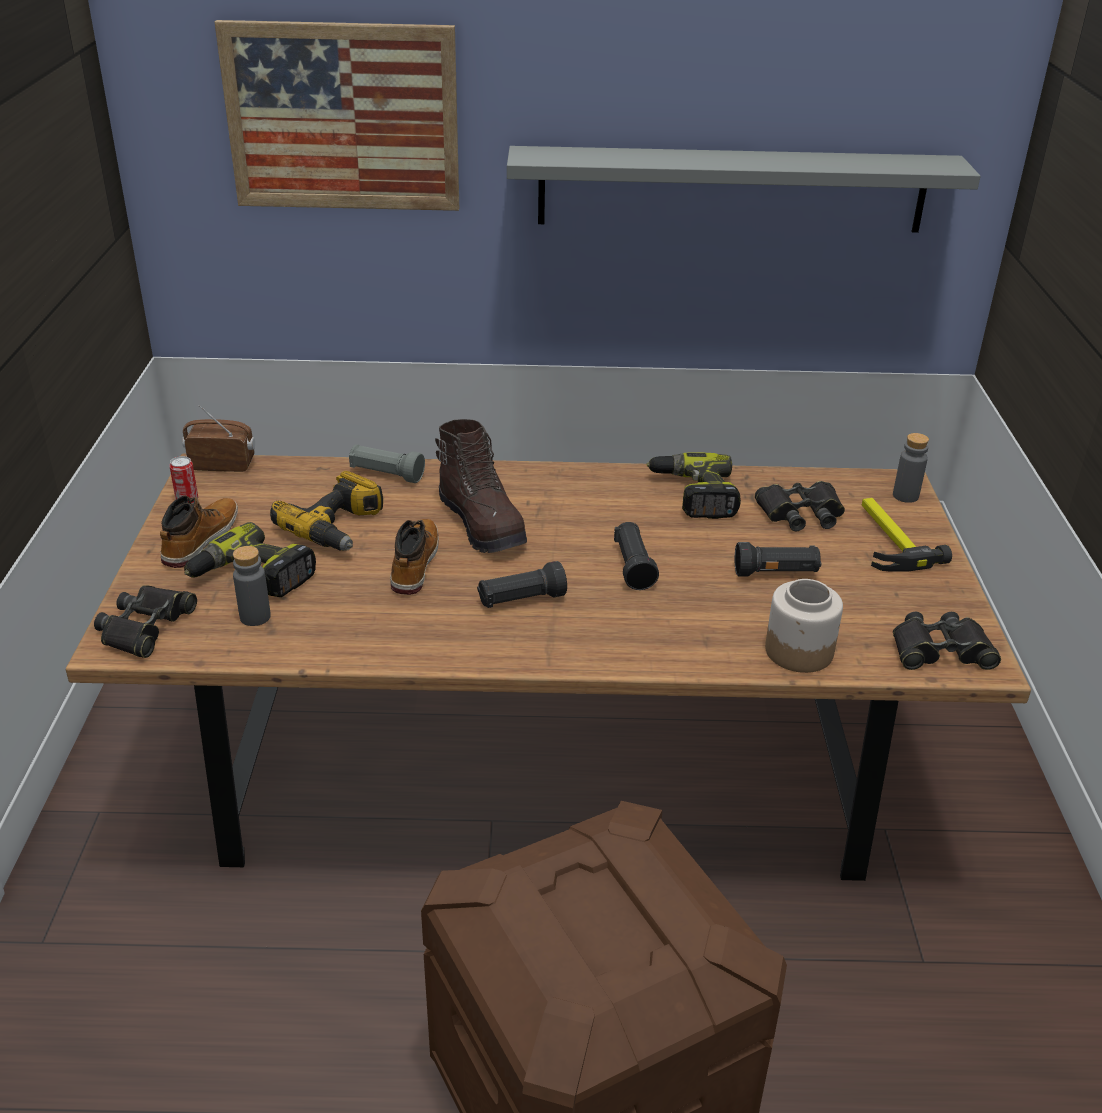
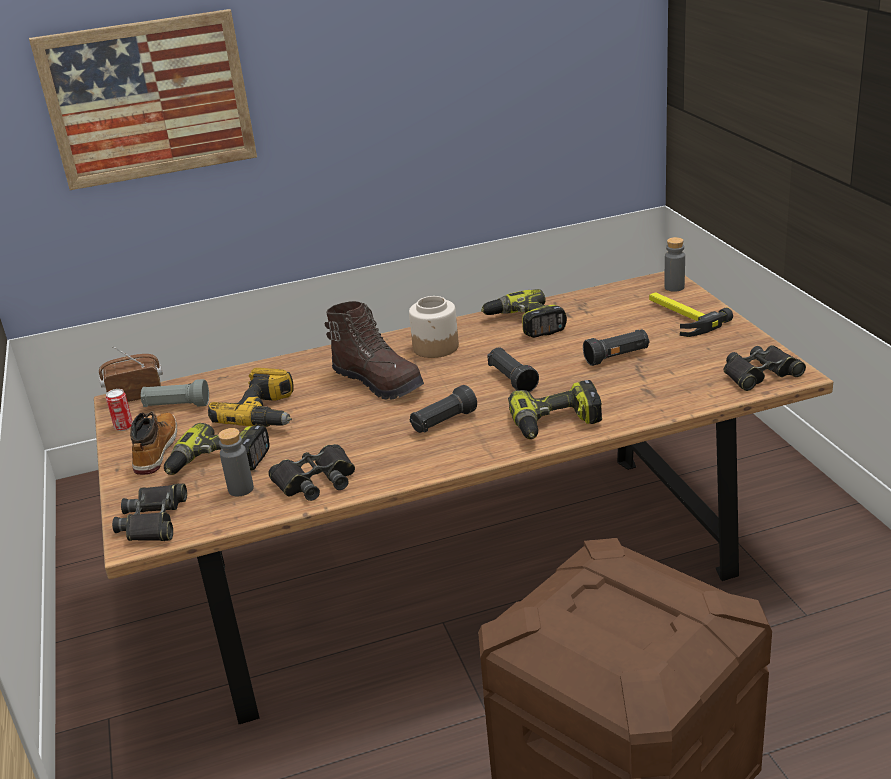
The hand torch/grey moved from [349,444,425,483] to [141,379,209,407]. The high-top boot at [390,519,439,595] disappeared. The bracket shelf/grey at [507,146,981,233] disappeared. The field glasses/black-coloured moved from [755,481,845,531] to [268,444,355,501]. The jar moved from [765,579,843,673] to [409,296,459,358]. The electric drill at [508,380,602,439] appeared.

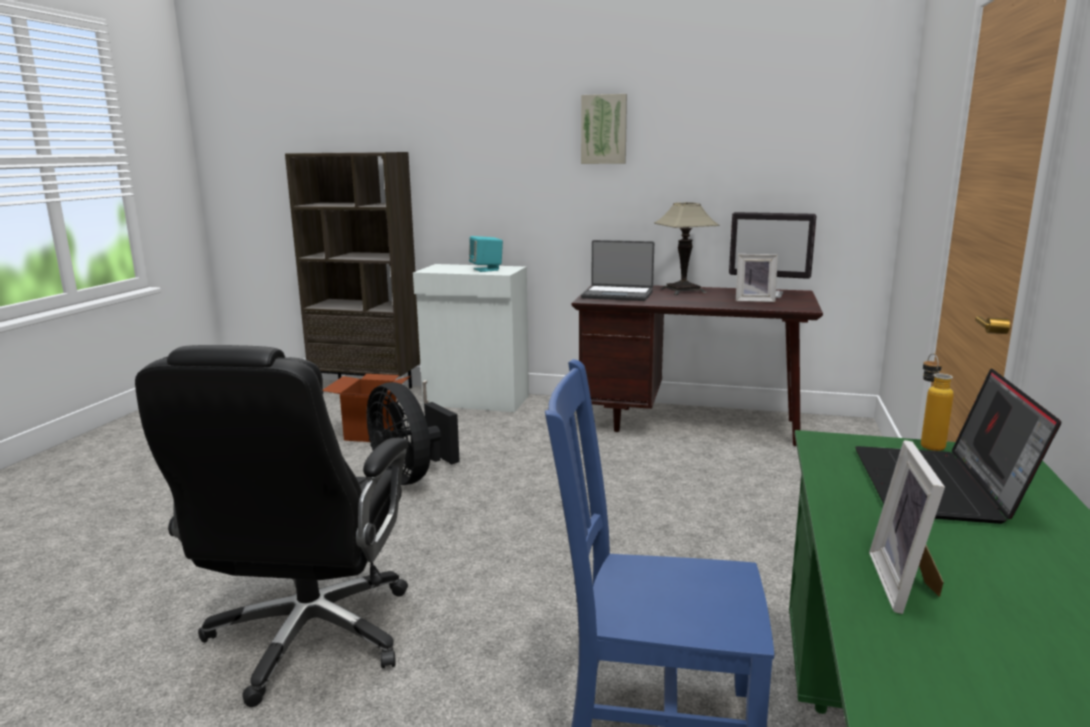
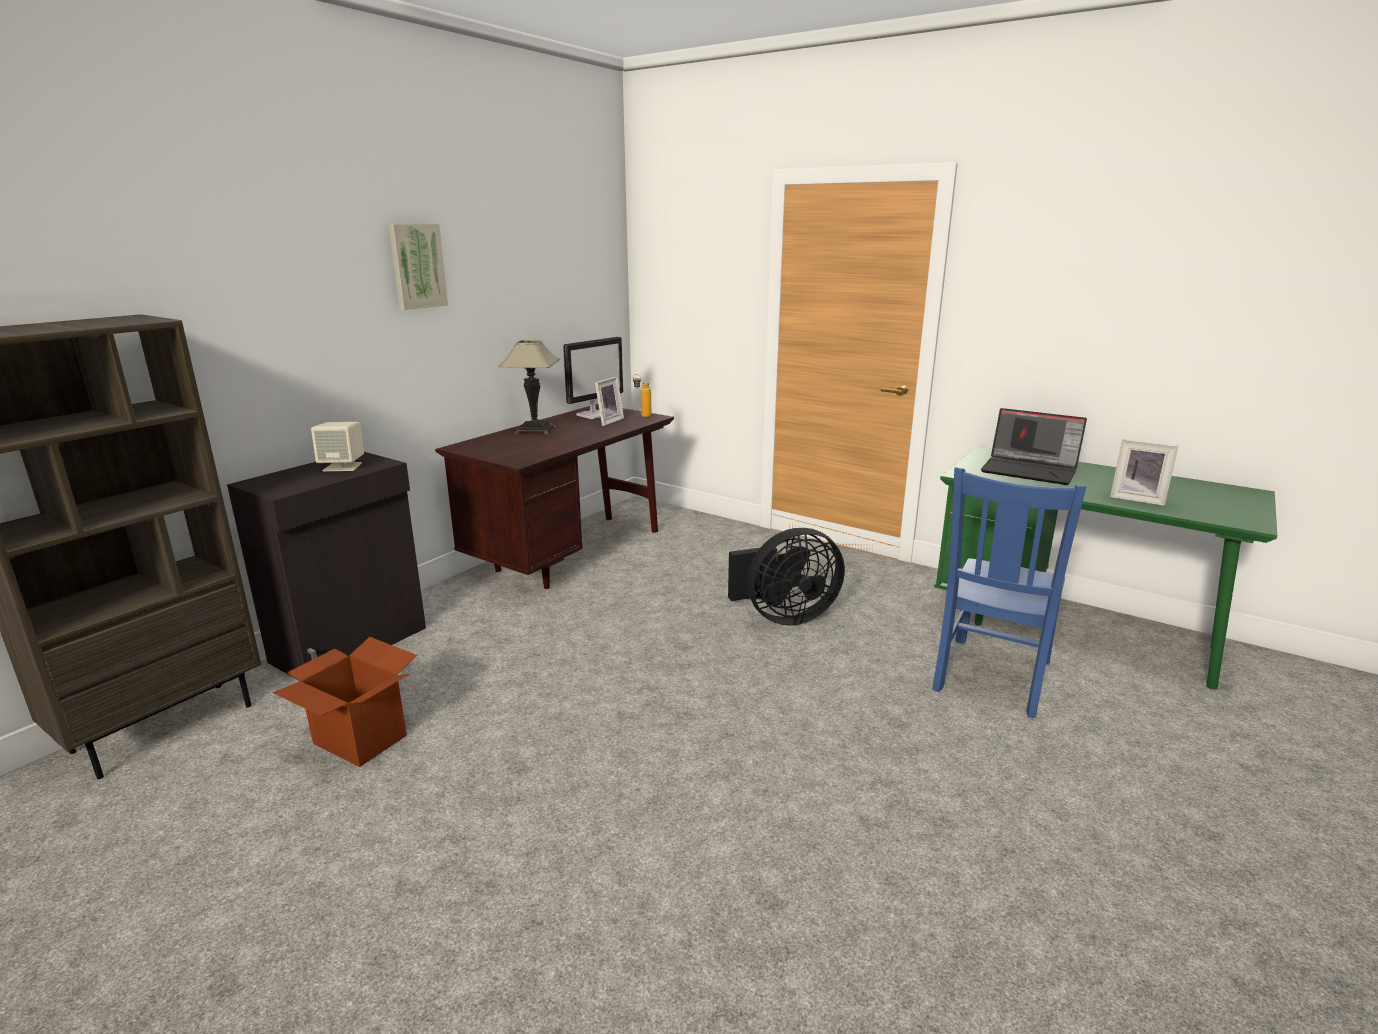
The desk chair/black-coloured at [135,345,409,707] disappeared. The electric fan/black-coloured moved from [366,382,460,485] to [728,528,845,625]. The storage cabinet/white-coloured at [413,264,529,412] became the storage cabinet/black-coloured at [227,452,426,681]. The speaker/blue-green at [469,236,503,272] became the speaker/beige at [311,422,364,471]. The notebook computer at [581,240,654,301] disappeared. The beverage bottle moved from [921,353,954,451] to [633,374,652,417].

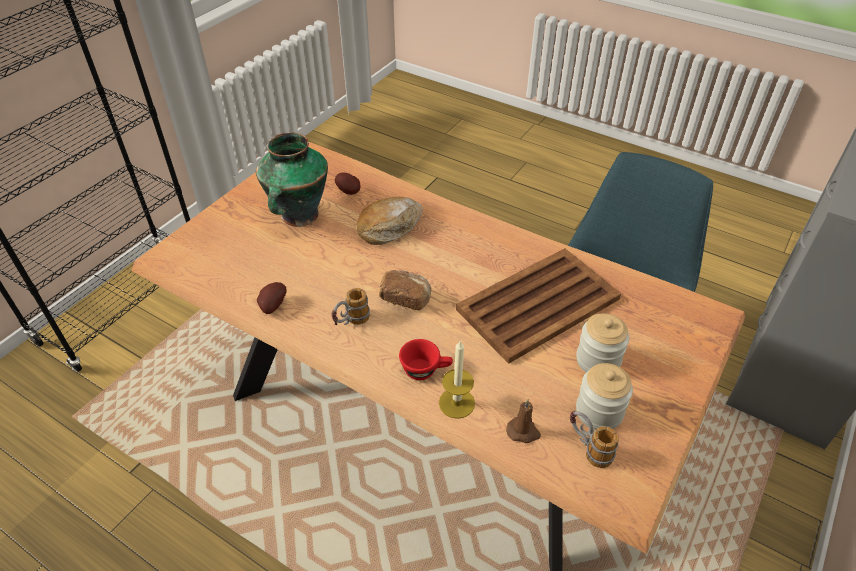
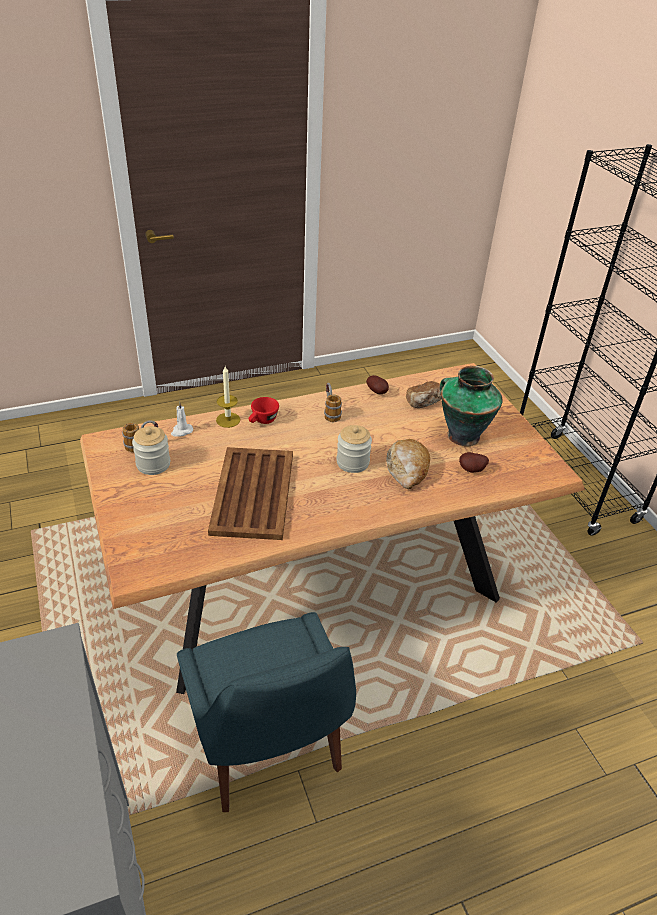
The baked bread moved from [379,270,431,310] to [406,381,441,408]. The wax candle/brownish at [506,399,541,443] became the wax candle/white-coloured at [171,401,193,437]. The jar moved from [576,313,629,372] to [337,425,372,473].

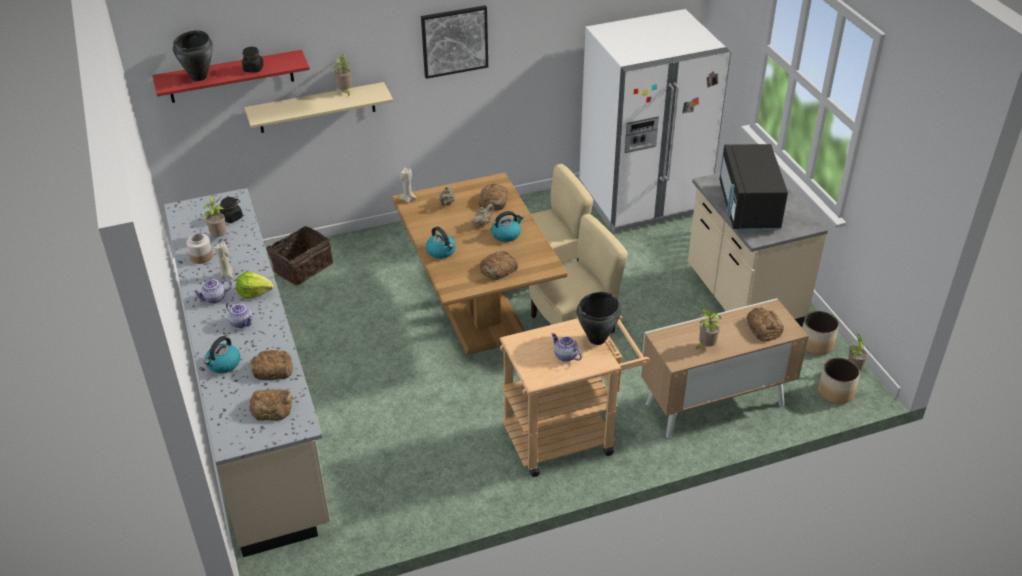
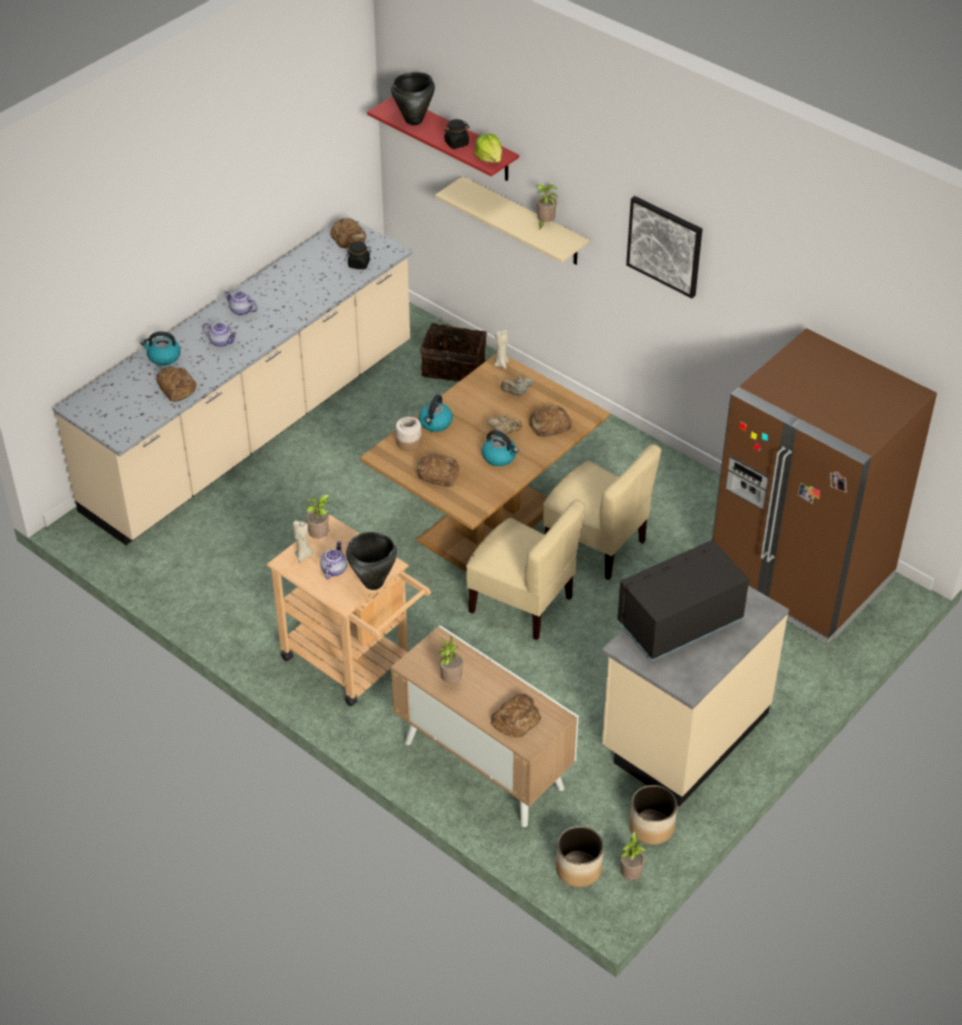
The jar moved from [186,233,213,264] to [396,417,422,451]. The houseplant moved from [203,196,226,237] to [306,494,330,539]. The wax candle/beige moved from [214,242,233,279] to [293,521,313,563]. The teapot at [226,302,252,328] turned 75 degrees counterclockwise. The head of lettuce moved from [236,272,274,299] to [474,134,502,163]. The baked bread moved from [249,389,293,421] to [330,218,366,249]. The fridge/white-coloured at [579,9,731,233] became the fridge/brownish at [712,328,937,644].

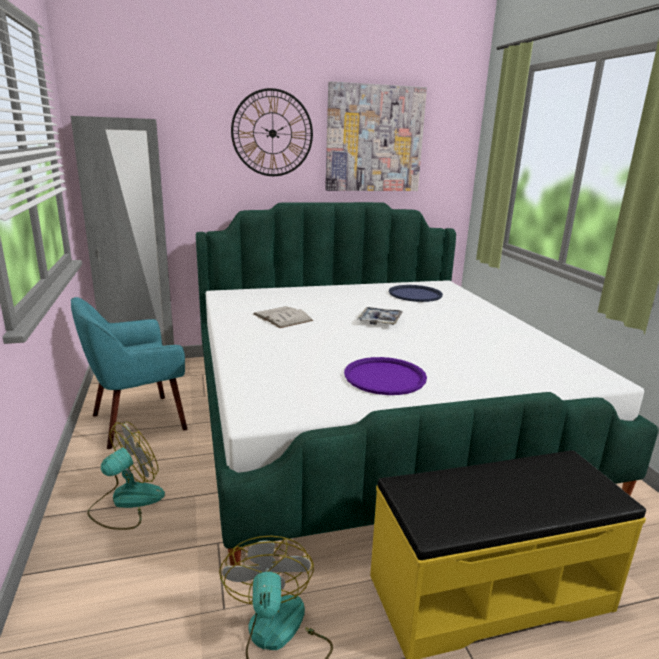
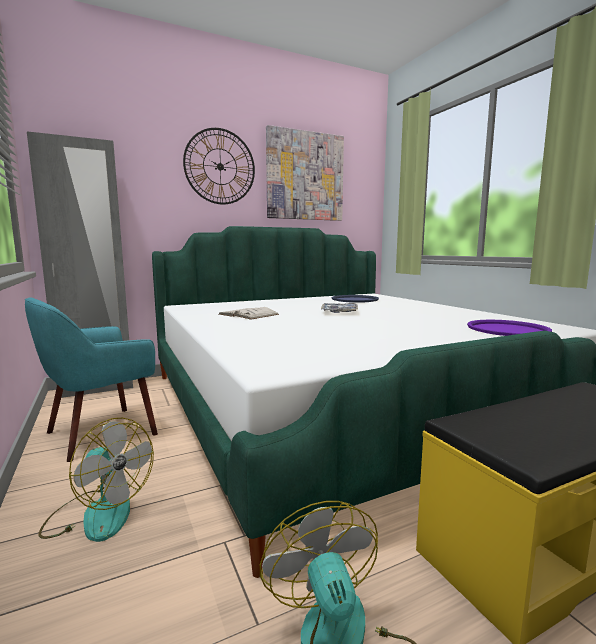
The electric fan at [87,421,165,530] turned 90 degrees clockwise. The tray/purplish moved from [344,357,427,395] to [467,320,552,336].

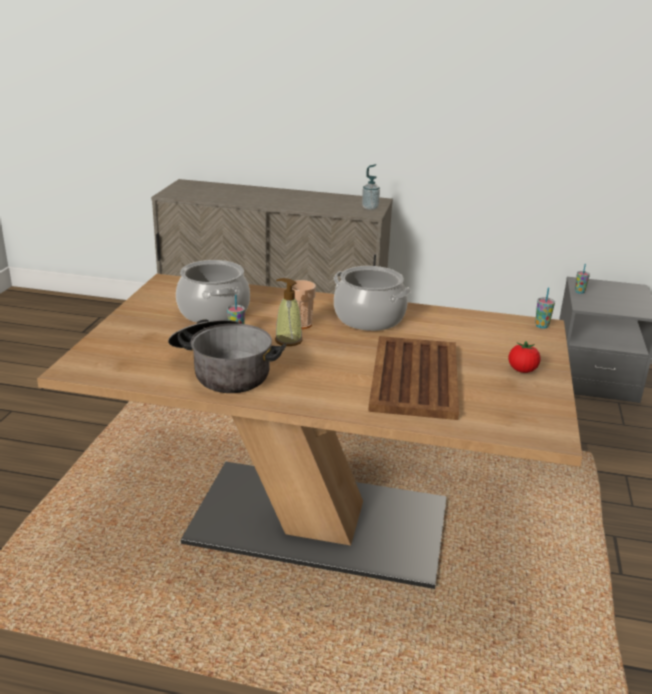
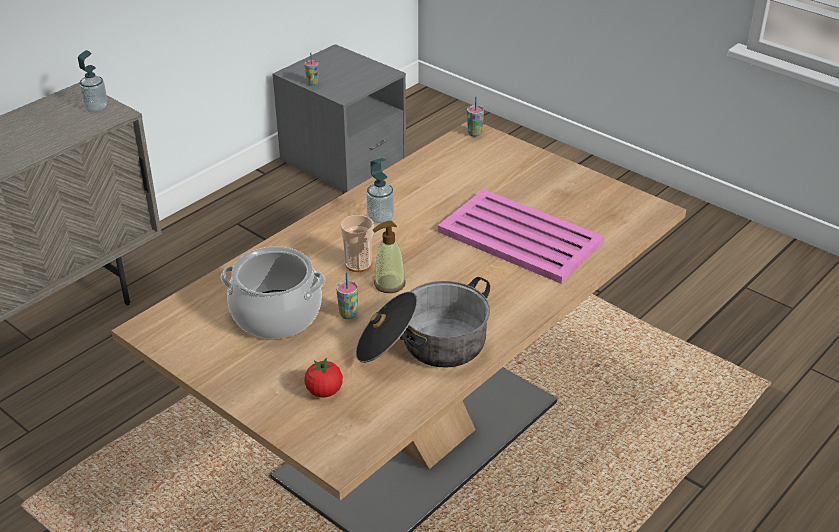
The cooking pot at [334,266,411,331] was replaced by the soap dispenser at [366,158,394,223]. The tray/brownish at [368,336,459,420] became the tray/pink-coloured at [438,189,604,284]. The fresh tomato moved from [508,341,541,373] to [304,358,343,397].

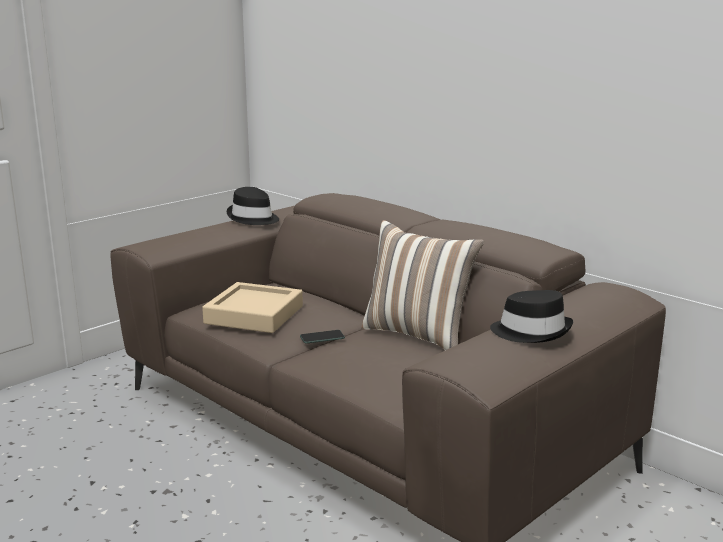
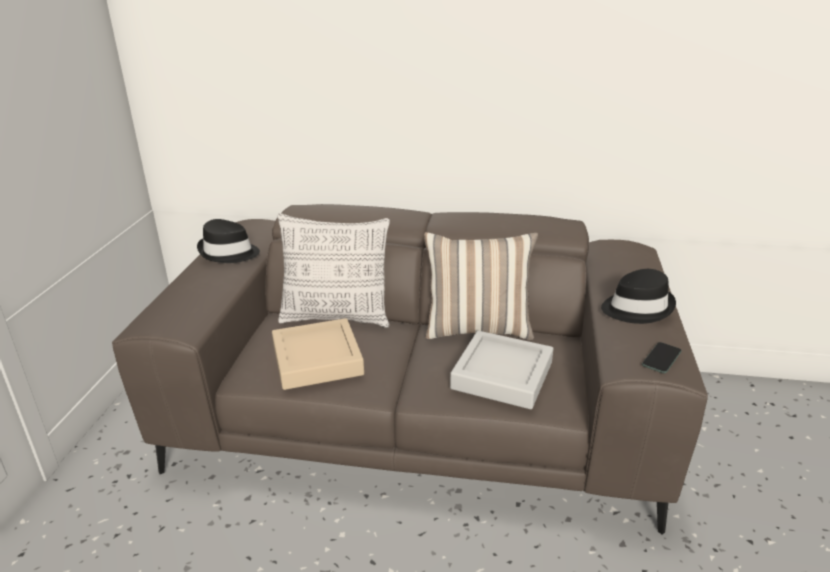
The phone moved from [300,330,345,344] to [642,342,682,373]. The pillow at [278,213,390,328] appeared. The tray/grey at [450,331,553,409] appeared.

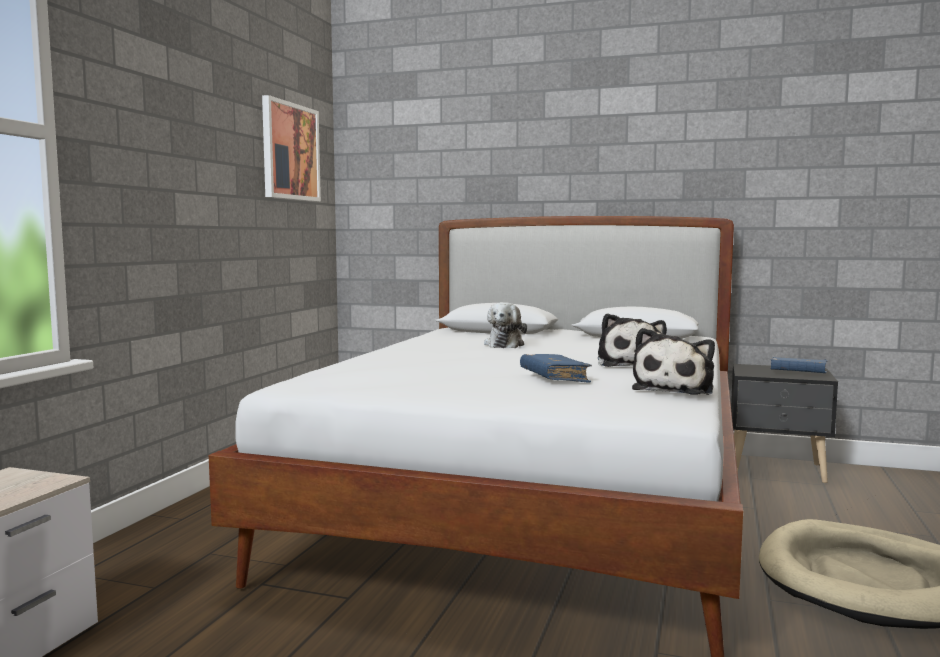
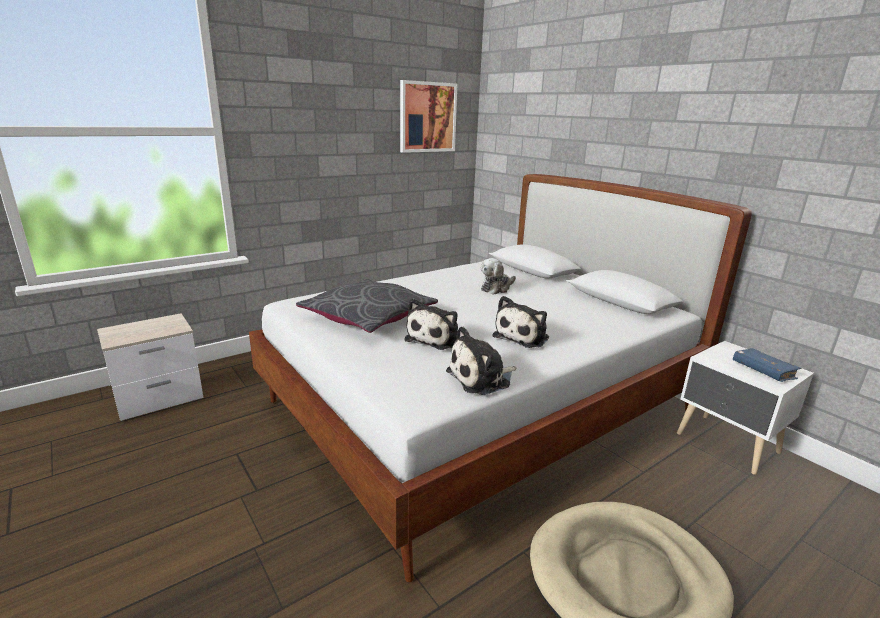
The volume/blue at [520,354,592,383] was replaced by the cuddly toy at [404,298,458,350]. The nightstand/black-coloured at [731,364,838,483] became the nightstand/white-coloured at [677,341,814,475]. The pillow/grey at [296,279,438,333] appeared.

